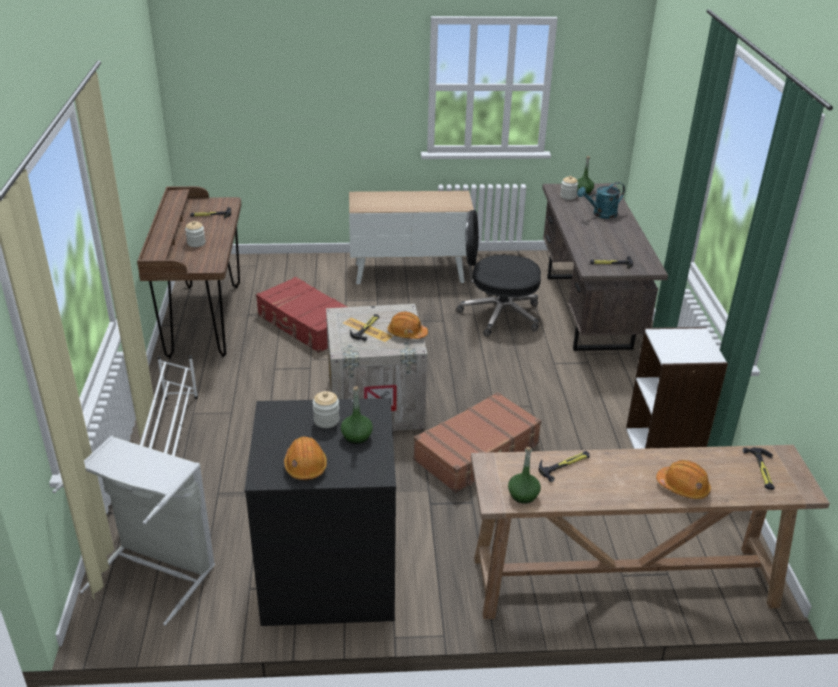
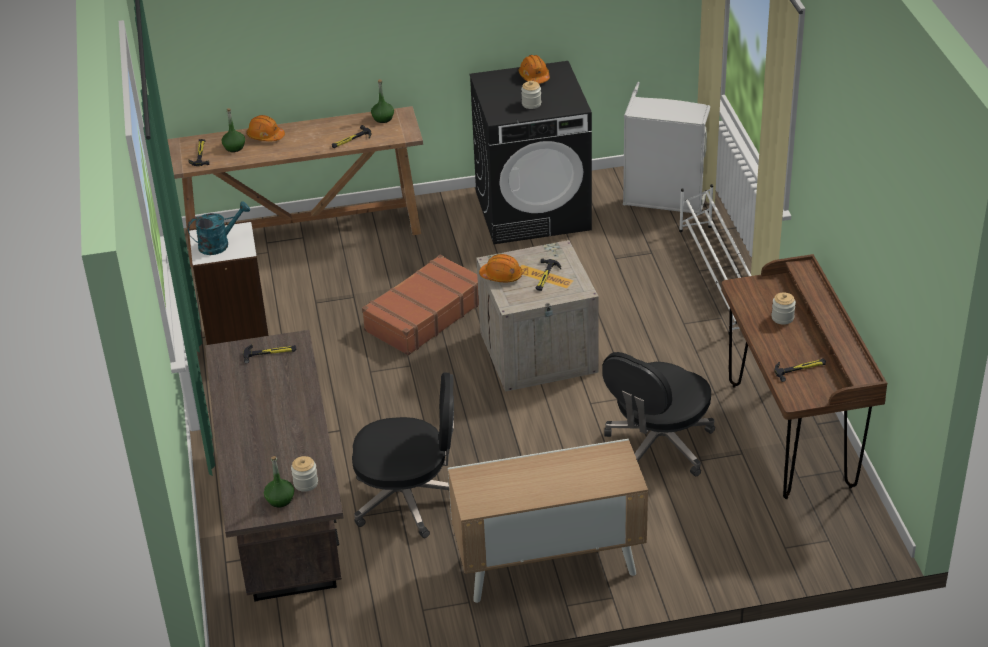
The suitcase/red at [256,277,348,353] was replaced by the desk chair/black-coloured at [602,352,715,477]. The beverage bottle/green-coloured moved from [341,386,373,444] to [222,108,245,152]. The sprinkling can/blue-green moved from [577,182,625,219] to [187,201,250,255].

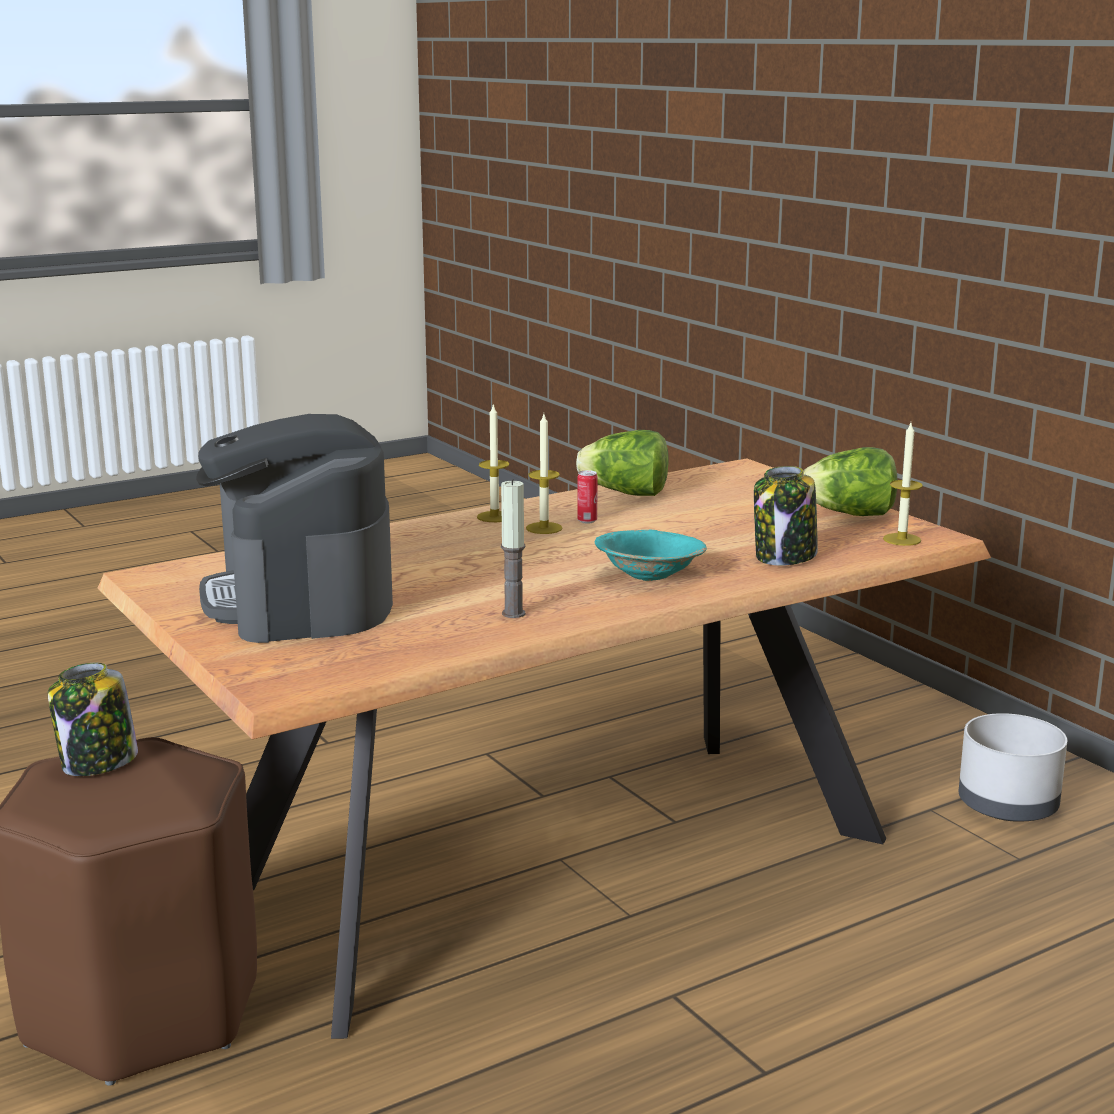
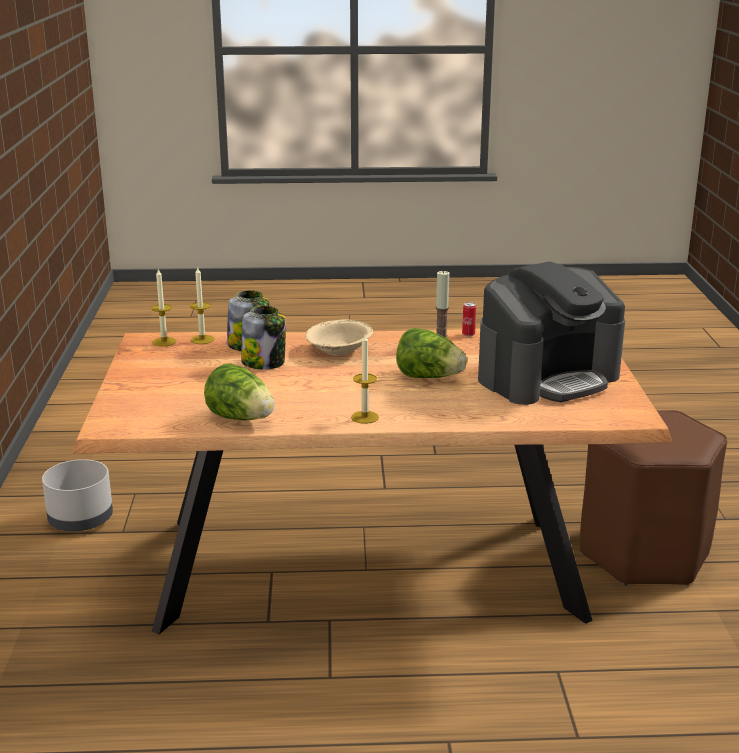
The jar moved from [48,663,138,776] to [241,306,286,370]. The coffee brewer at [196,414,393,643] turned 45 degrees clockwise. The wax candle moved from [526,414,563,534] to [190,266,214,344]. The sealed can moved from [577,470,598,524] to [462,302,476,337]. The deep dish/blue-green at [595,530,707,581] became the deep dish/beige at [306,319,373,356]. The head of lettuce moved from [803,447,898,516] to [396,328,467,378].

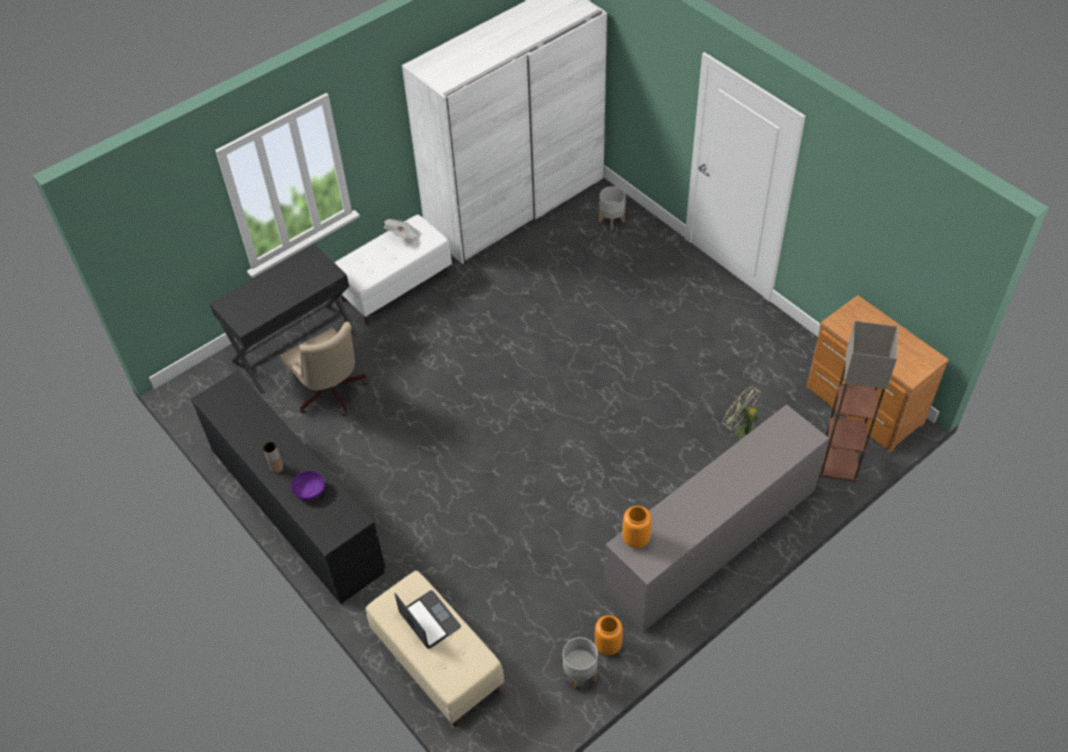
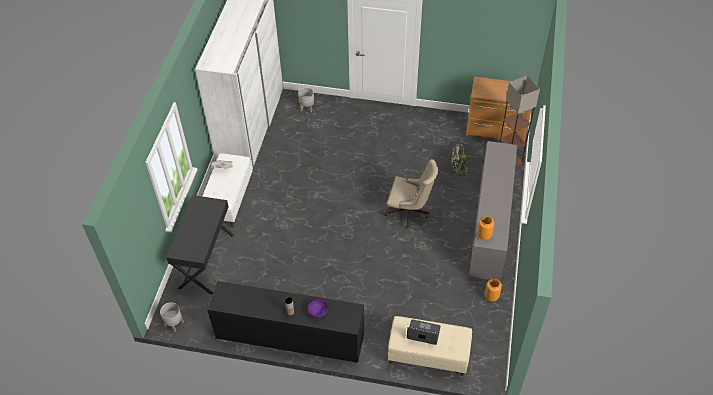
The desk chair/beige moved from [280,322,368,416] to [384,159,438,229]. The flower pot/grey moved from [563,637,598,689] to [160,302,184,332].

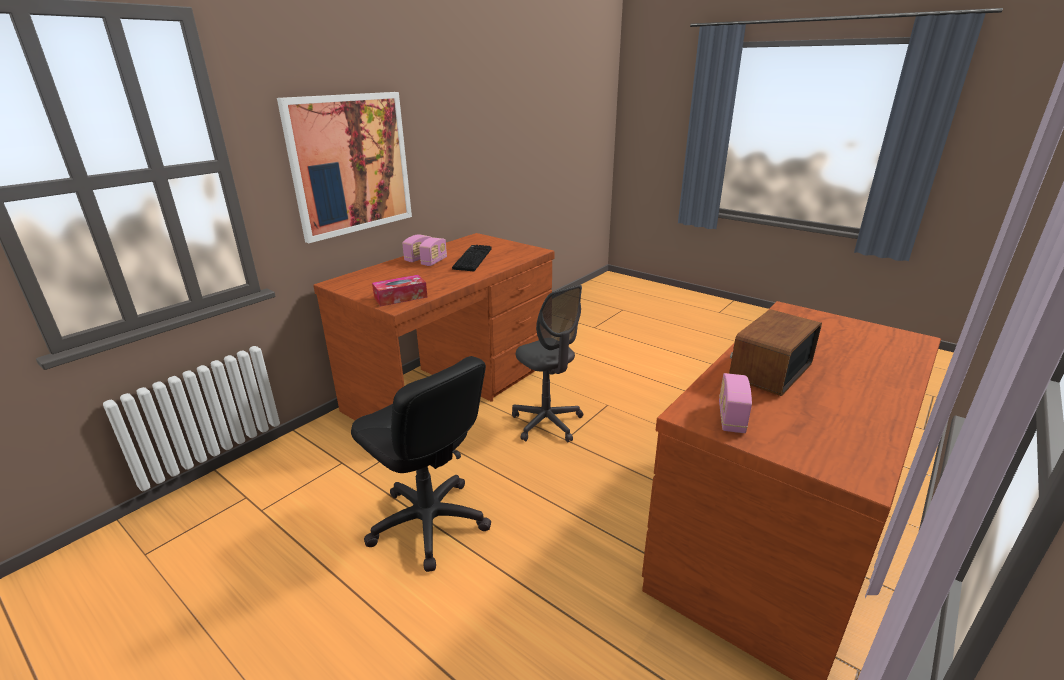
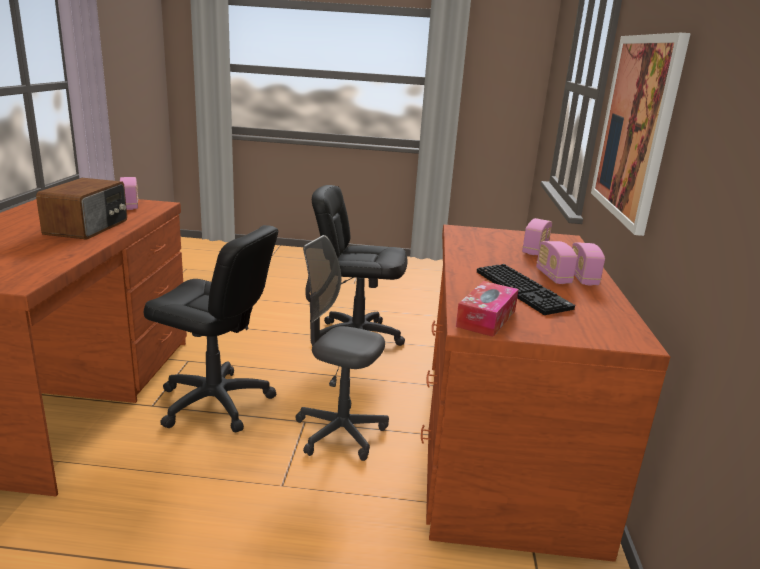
The tissue holder moved from [372,275,427,306] to [456,281,519,337]. The desk chair/black-coloured at [144,225,278,432] appeared. The radio receiver at [522,218,552,255] appeared.

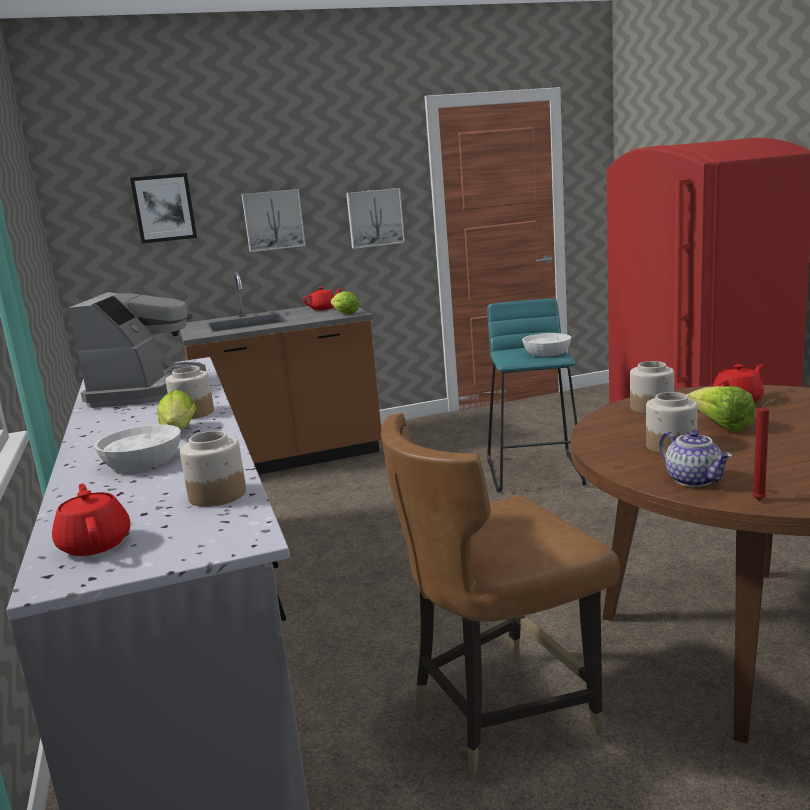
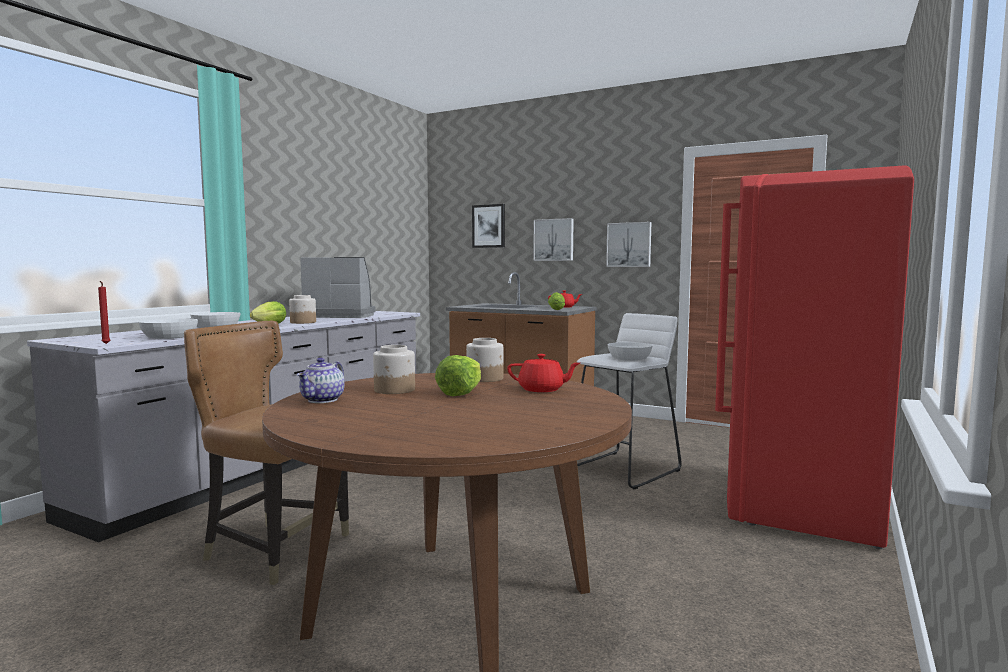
The teapot/red at [52,483,130,556] disappeared. The coffee brewer at [68,292,206,408] turned 135 degrees counterclockwise. The jar at [180,431,246,507] was replaced by the deep dish/white-coloured at [139,318,198,339]. The stool/blue-green at [487,298,586,492] became the stool/white-coloured at [577,313,682,489]. The wax candle/red moved from [752,399,776,500] to [98,281,110,344].

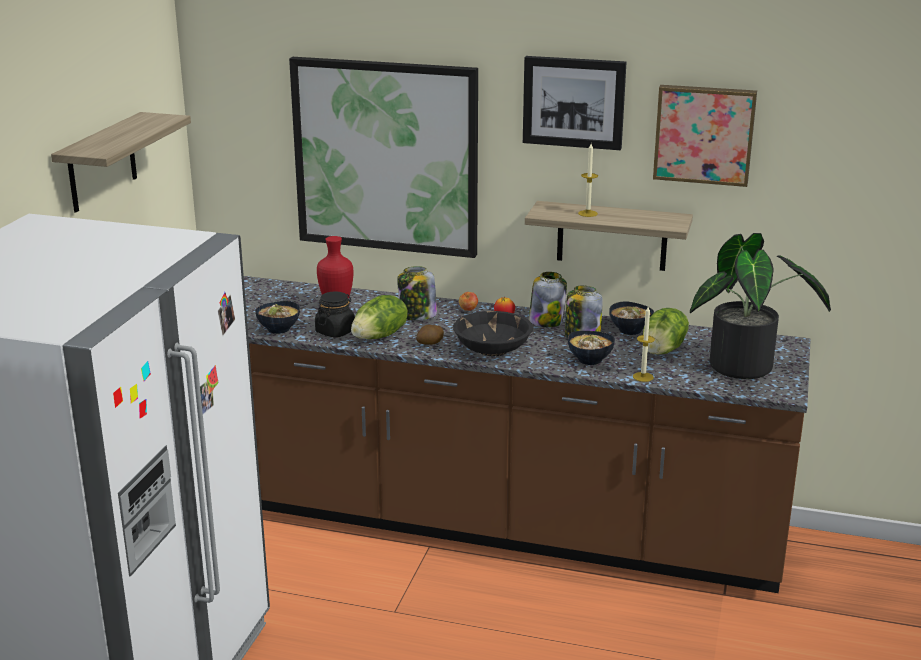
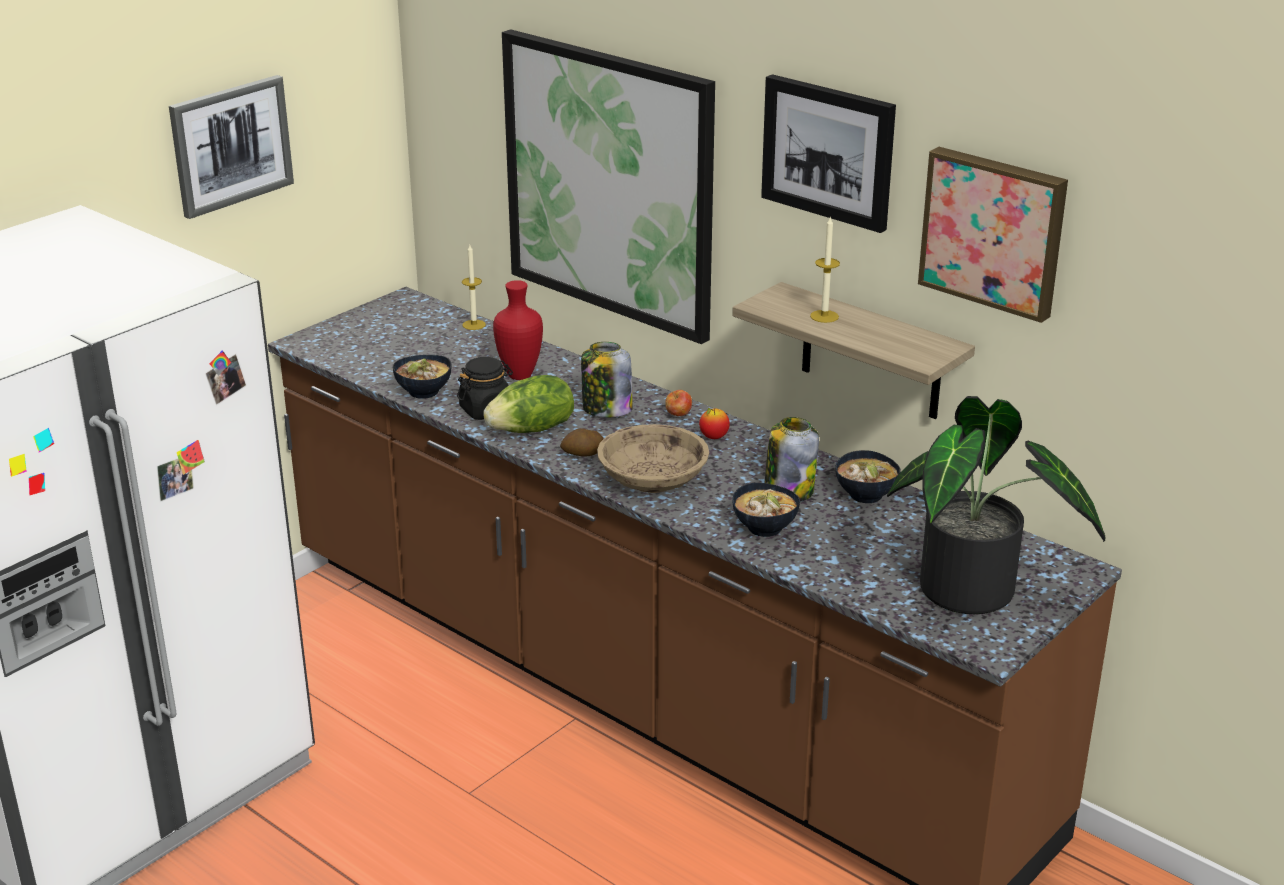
The bracket shelf at [51,112,191,212] was replaced by the wall picture at [169,75,294,219]. The deep dish/black-coloured at [453,311,533,356] became the deep dish/beige at [597,424,709,493]. The jar at [529,272,567,327] disappeared. The wax candle moved from [633,307,655,382] to [462,245,486,330]. The head of lettuce at [643,308,689,354] disappeared.

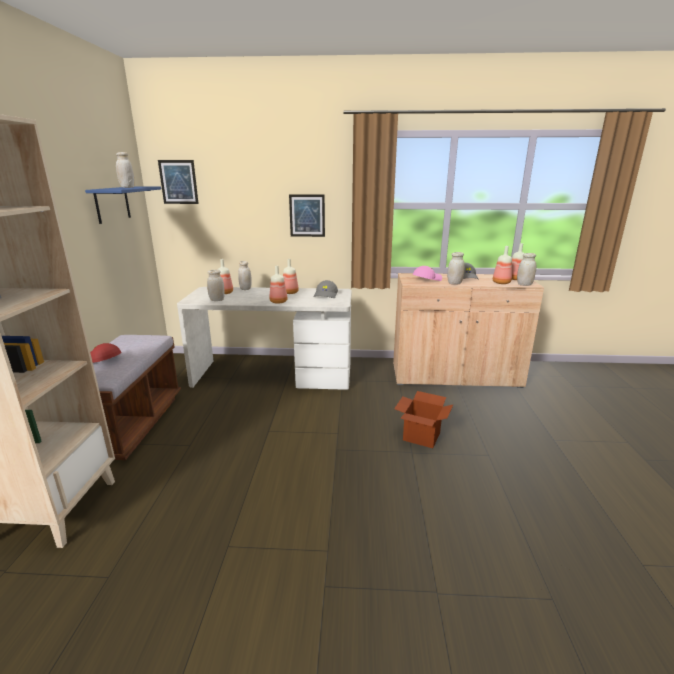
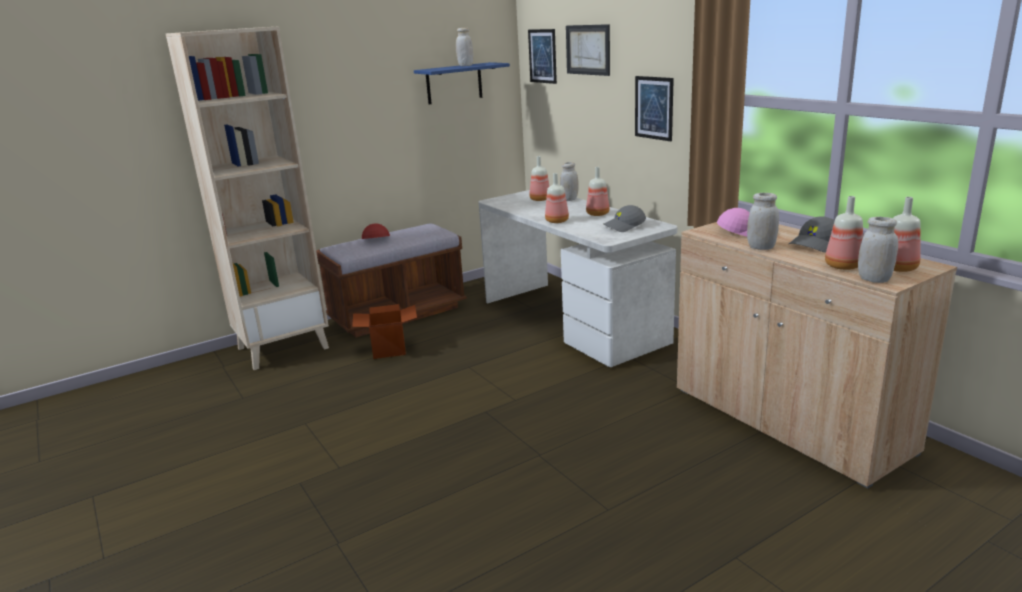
The jar/white-coloured at [207,270,225,301] disappeared. The cardboard box moved from [394,391,453,448] to [352,304,417,359]. The wall picture at [566,24,610,76] appeared.

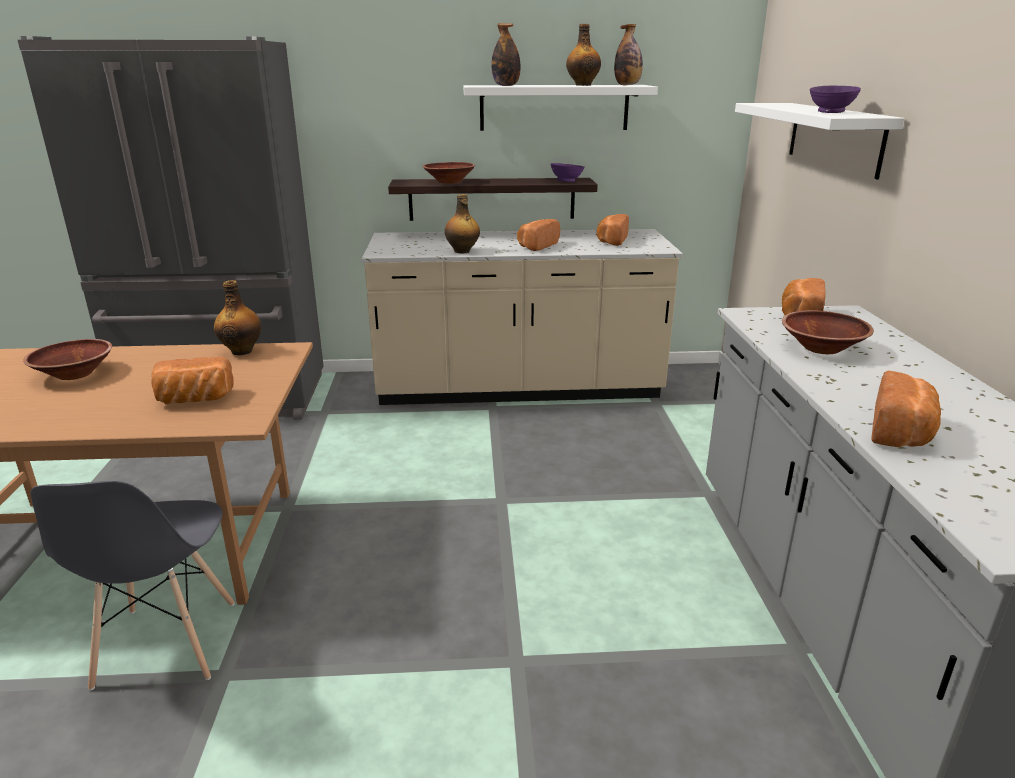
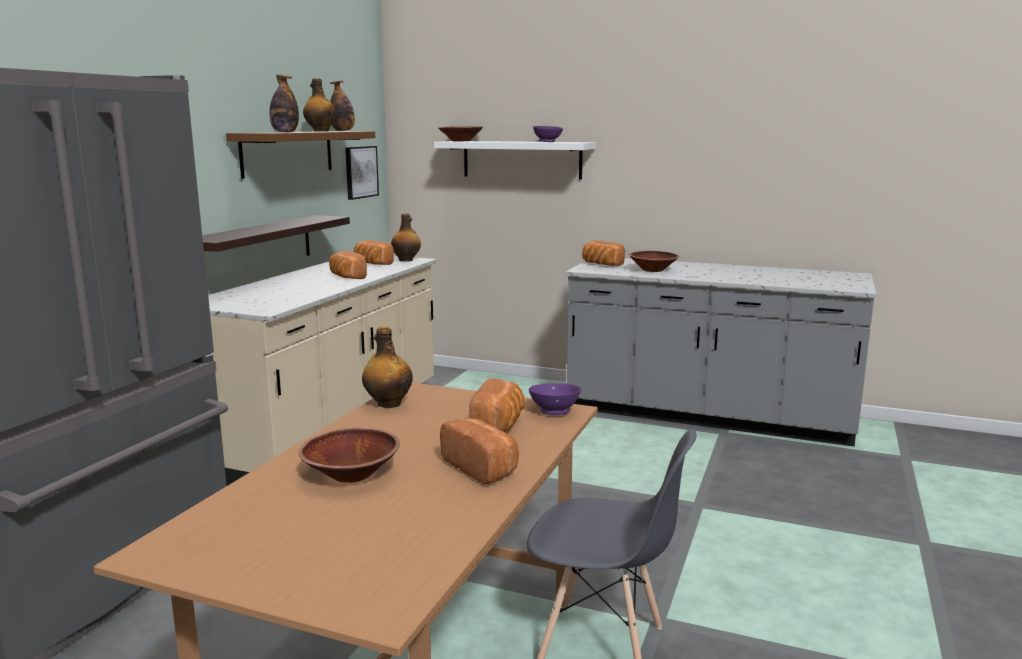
The deep dish/brownish moved from [423,162,475,183] to [439,126,483,141]. The beverage bottle moved from [445,194,480,253] to [391,213,421,262]. The bracket shelf/white-coloured at [464,85,658,131] became the bracket shelf/brownish at [226,131,375,179]. The deep dish/purplish moved from [551,163,585,182] to [529,383,581,415]. The baked bread moved from [871,371,941,447] to [440,418,519,484]. The wall picture at [345,146,379,200] appeared.

